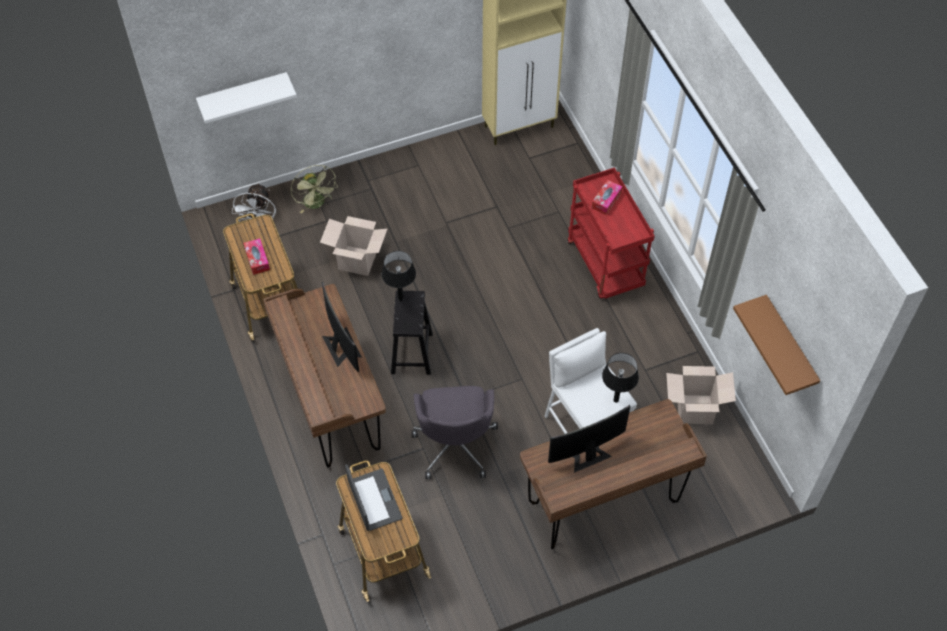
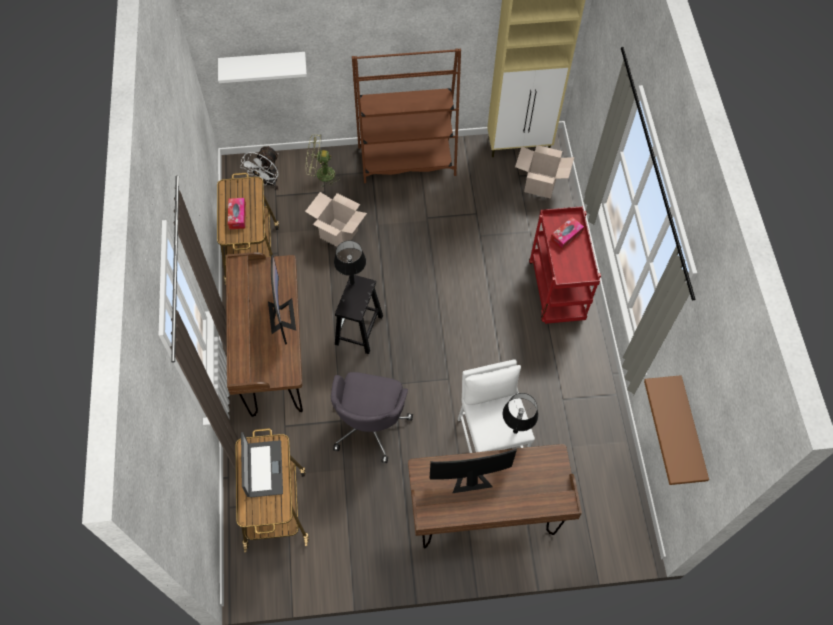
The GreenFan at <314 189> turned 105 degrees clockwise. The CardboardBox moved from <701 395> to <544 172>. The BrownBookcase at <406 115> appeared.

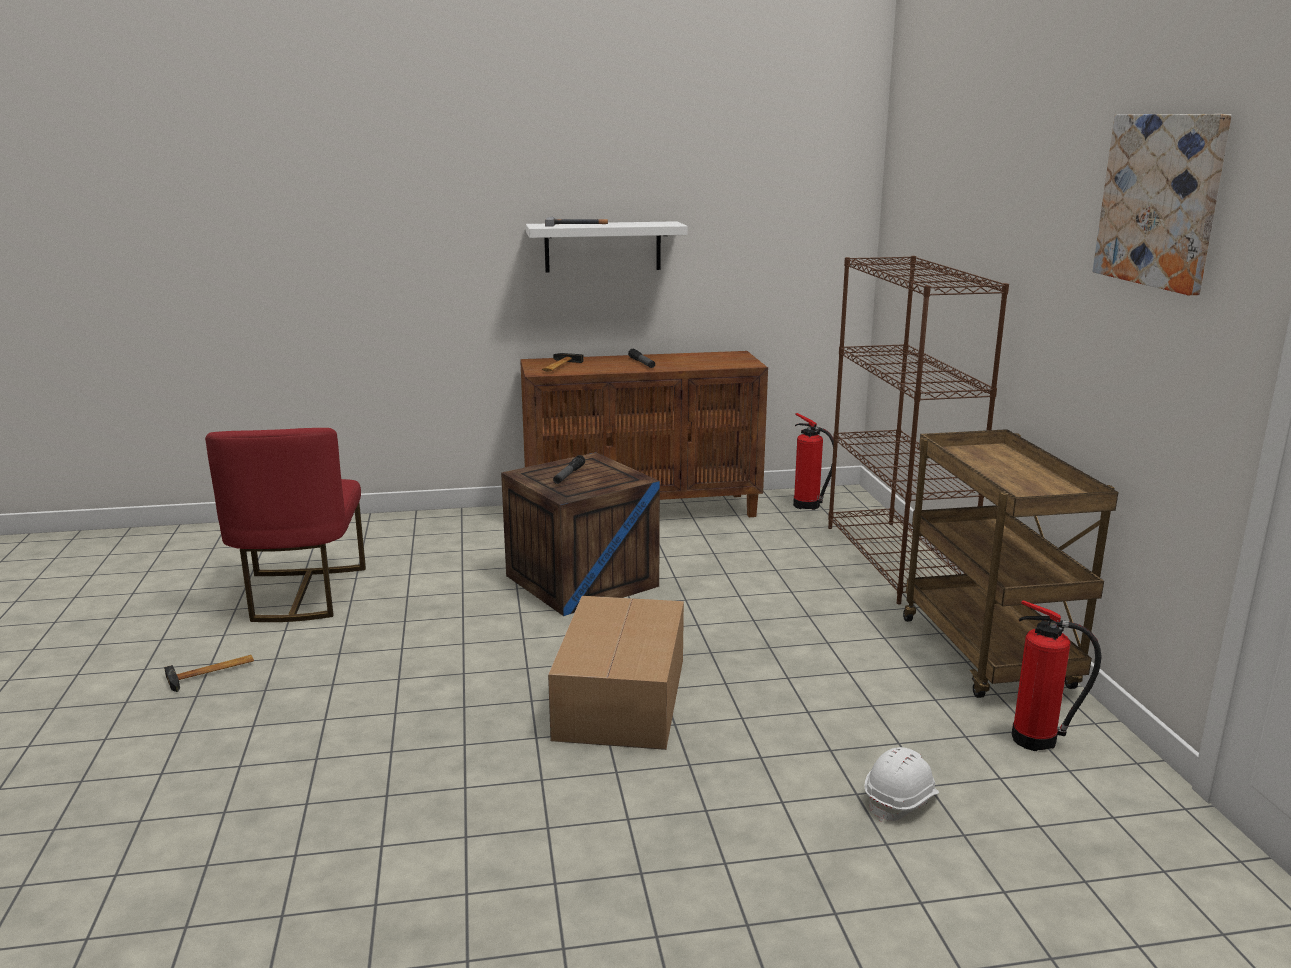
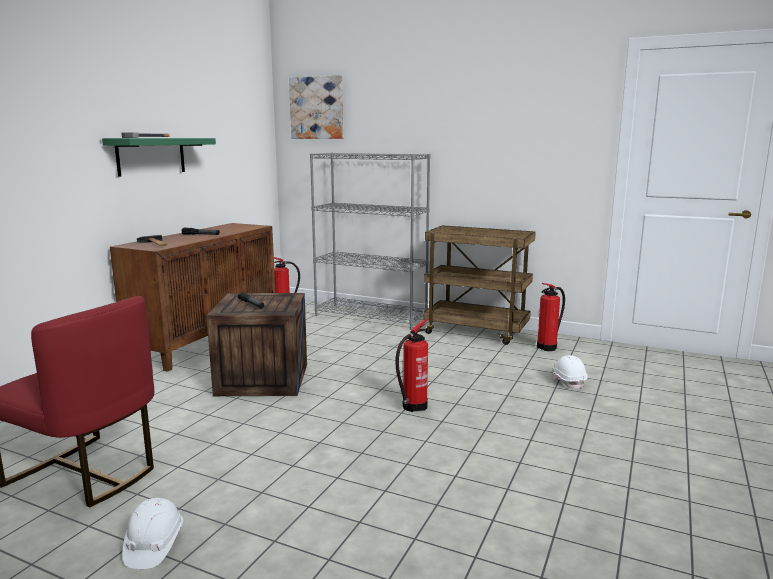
The Picture moved from <1162 204> to <316 107>. The WhiteShelf at <607 247> became the GreenShelf at <159 157>. The BrownBookcase at <918 430> became the GreyBookcase at <370 241>. The CardboardBox at <616 673> was replaced by the FireExtinguisher at <411 365>. The Hammer at <209 673> was replaced by the WhiteHardHat at <153 533>.

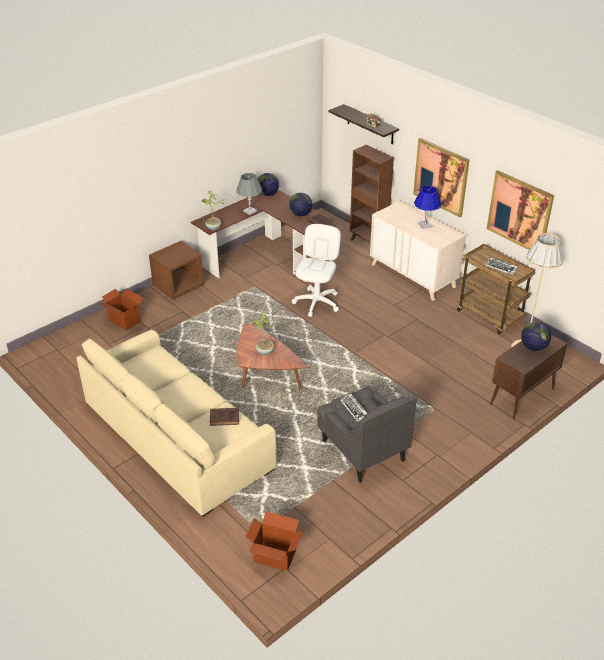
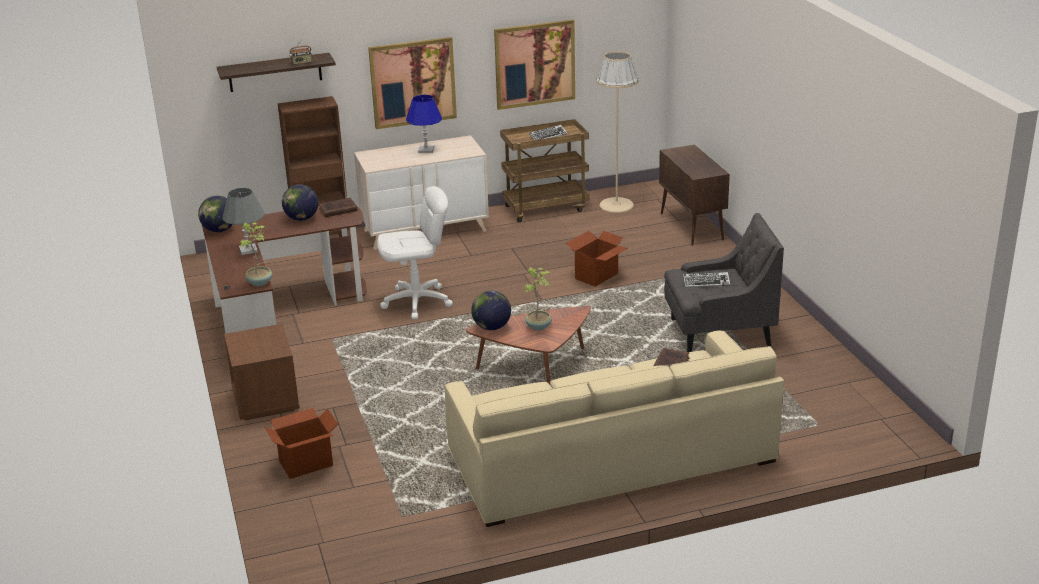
The WhiteOfficeChair at <316 270> turned 120 degrees clockwise. The Globe moved from <536 336> to <491 310>. The CardboardBox moved from <274 541> to <597 259>.

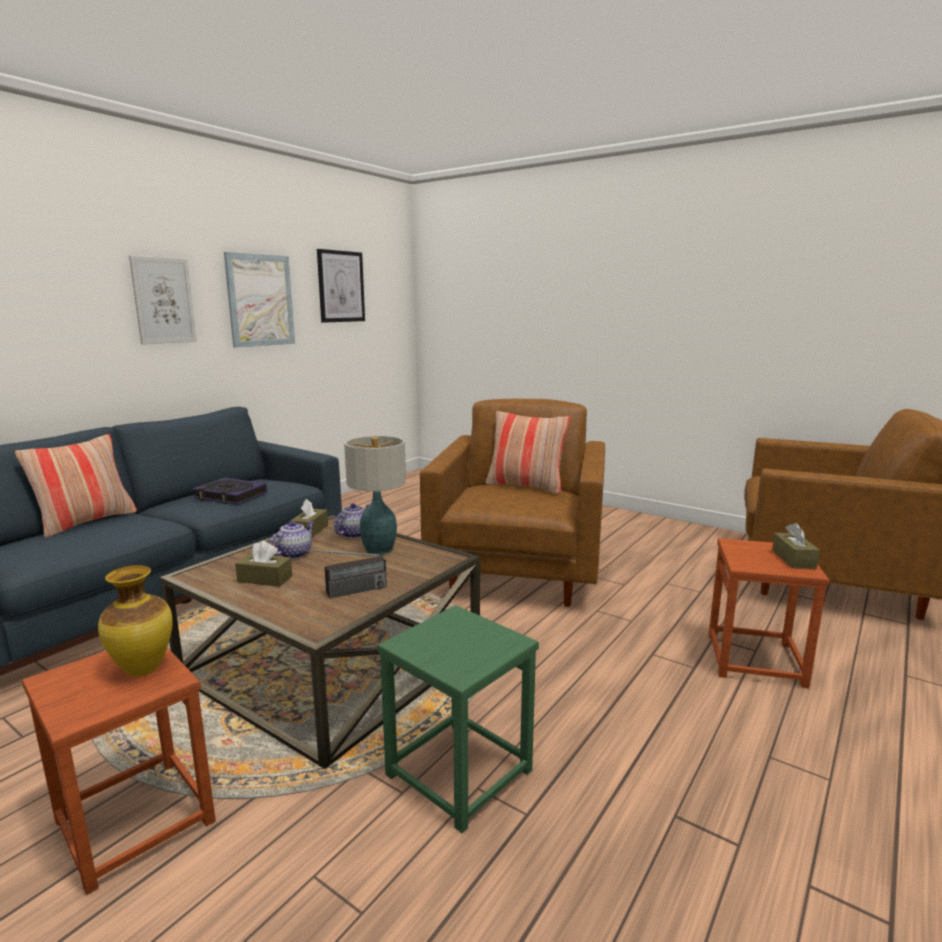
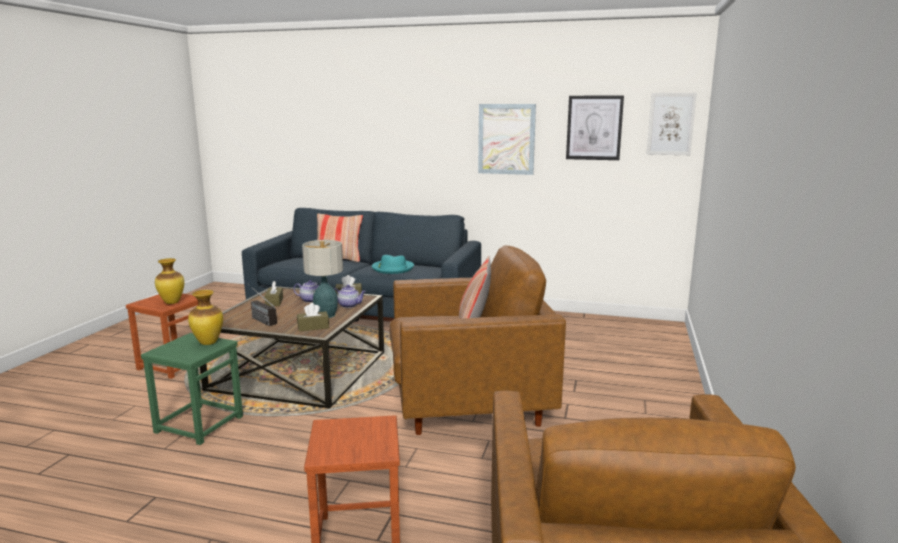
The Picture moved from <163 300> to <672 124>. The Book at <229 491> was replaced by the TurquoiseHat at <393 264>. The BrownTissueBox moved from <796 546> to <313 317>. The Vase at <205 317> appeared.

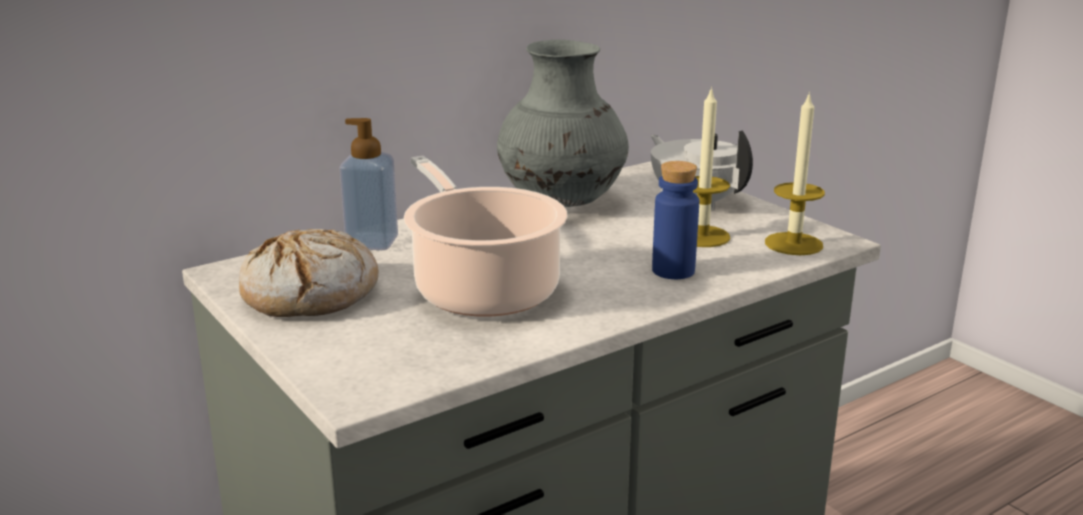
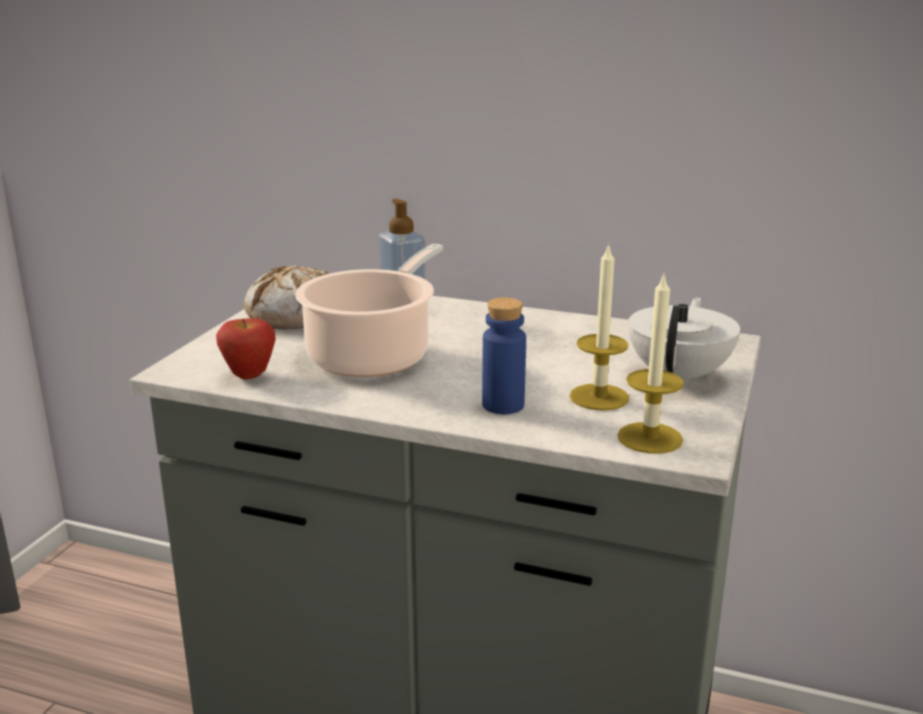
The GreyVase at <563 123> disappeared. The Apple at <246 348> appeared.

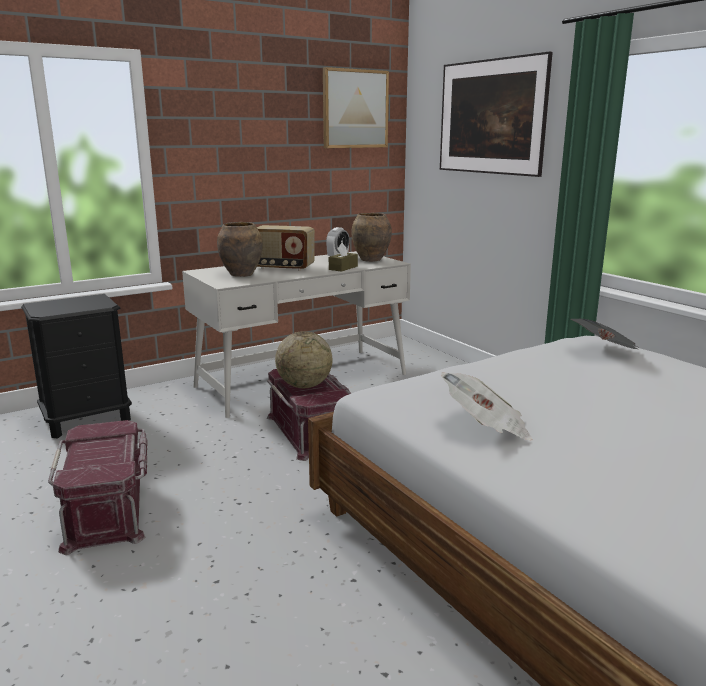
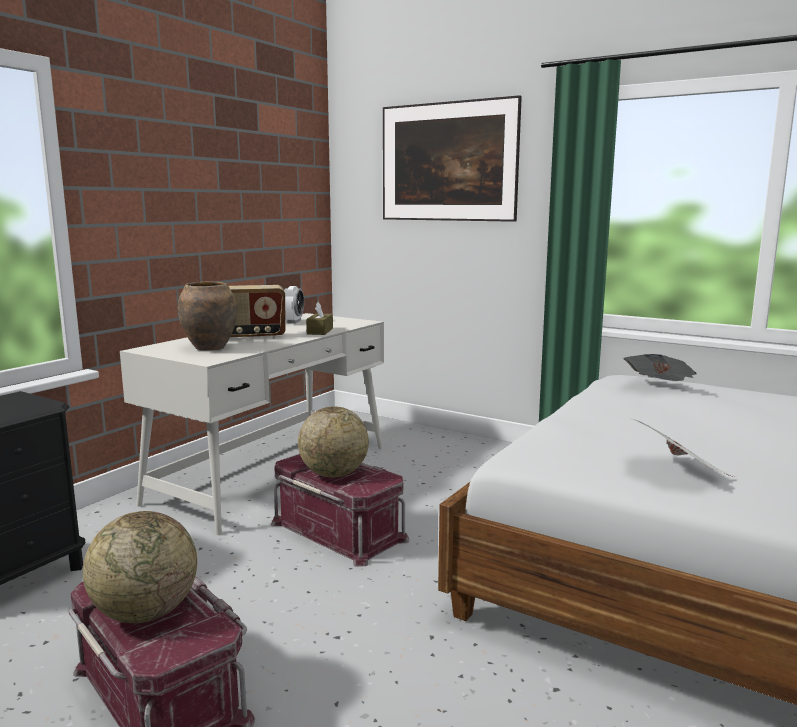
The Picture at <356 107> disappeared. The BrownVase at <371 237> disappeared. The Globe at <140 567> appeared.

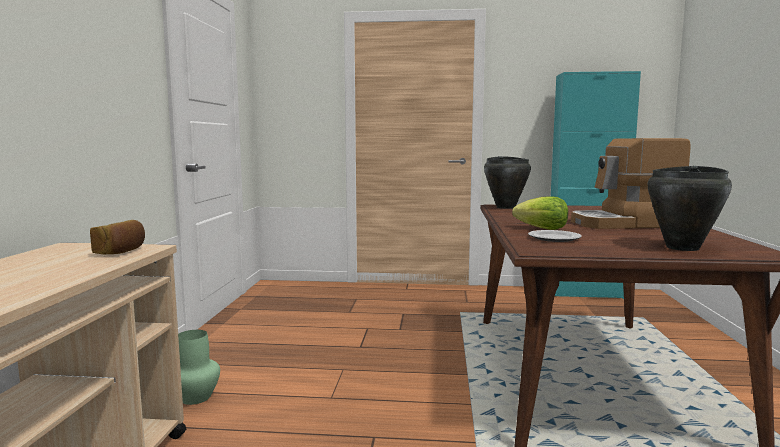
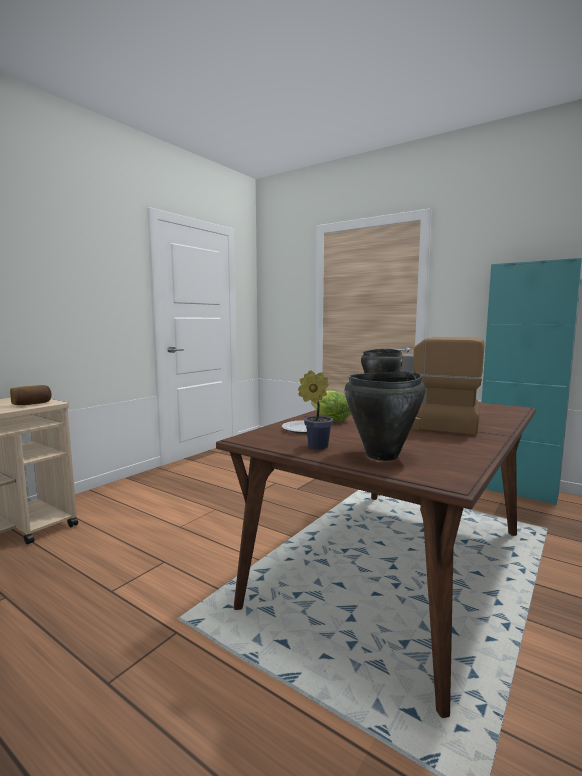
The GreenVase at <199 367> disappeared. The PottedPlant at <315 410> appeared.

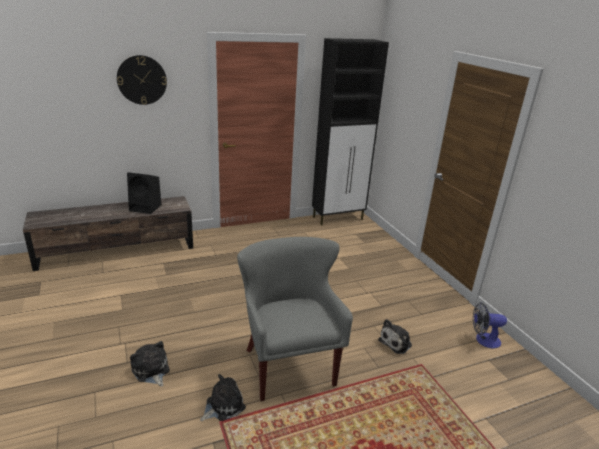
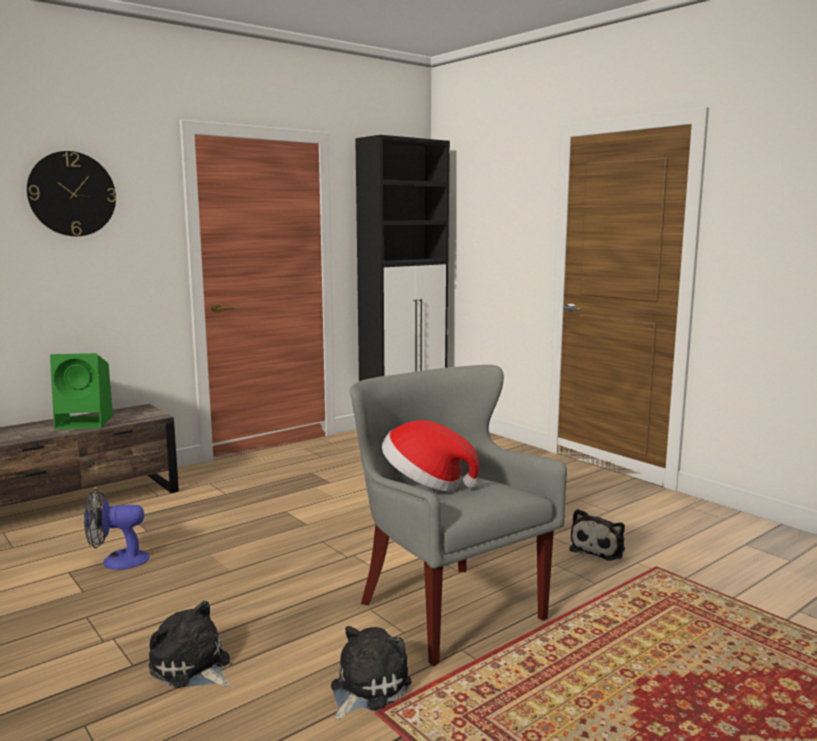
The BlackSpeaker at <144 193> became the GreenSpeaker at <81 391>. The Fan moved from <490 325> to <116 529>. The Hat at <430 455> appeared.

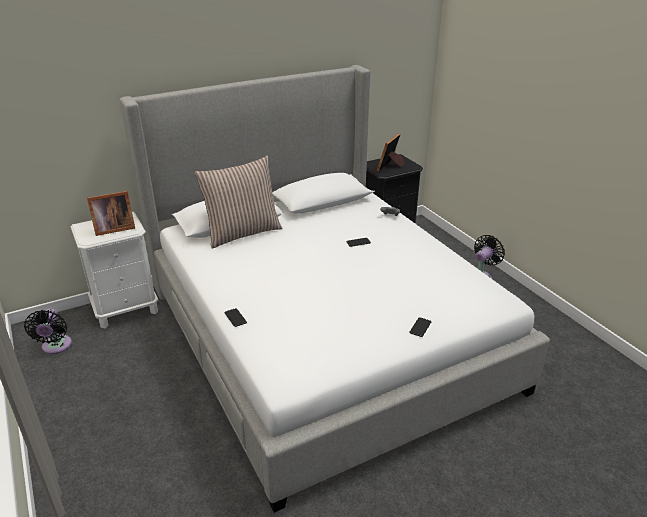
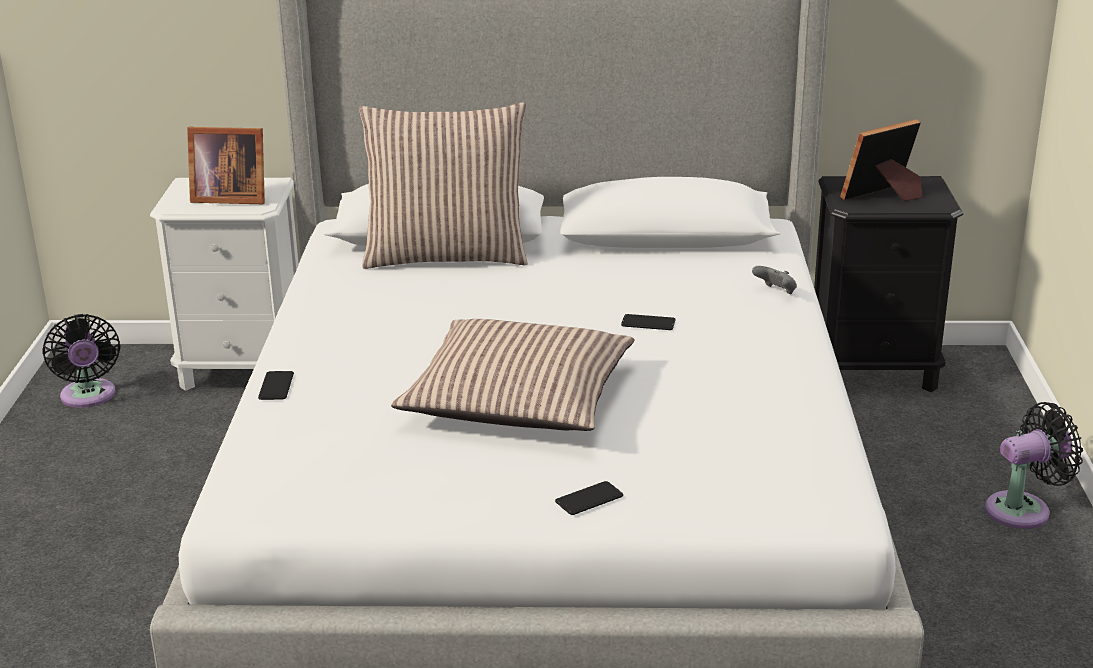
The BlackFan at <48 331> turned 45 degrees counterclockwise. The Pillow at <513 375> appeared.

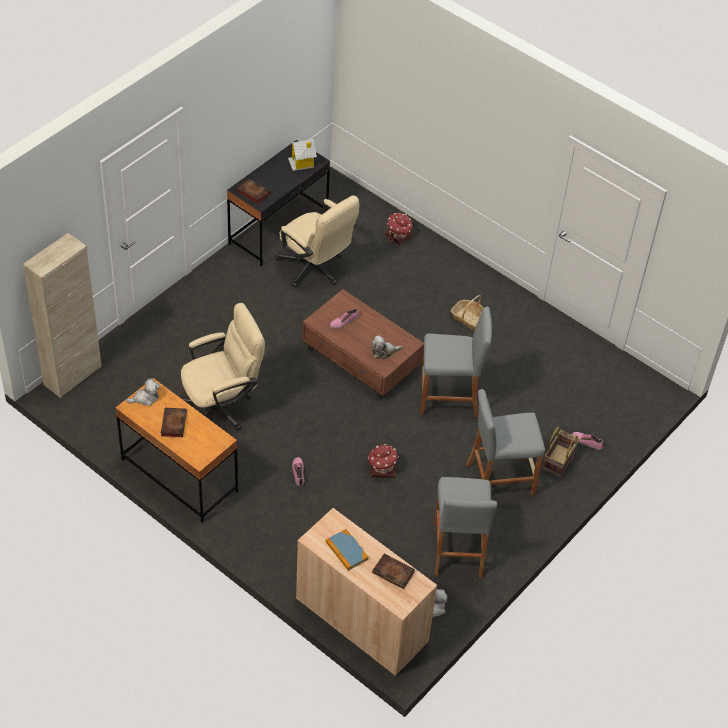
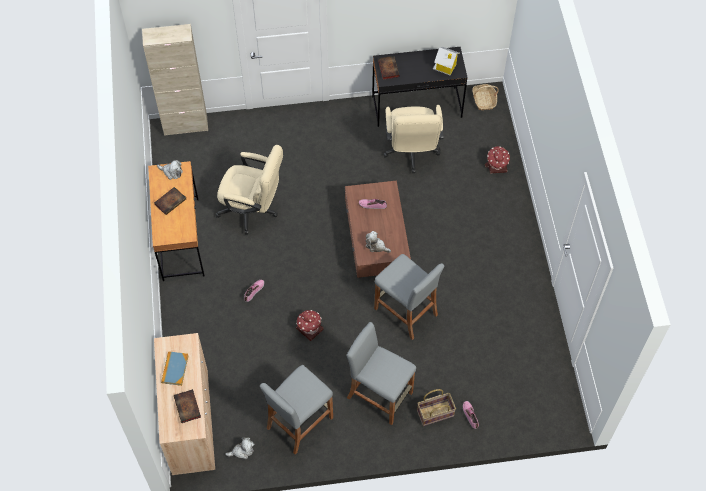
The Basket moved from <467 312> to <485 97>.

